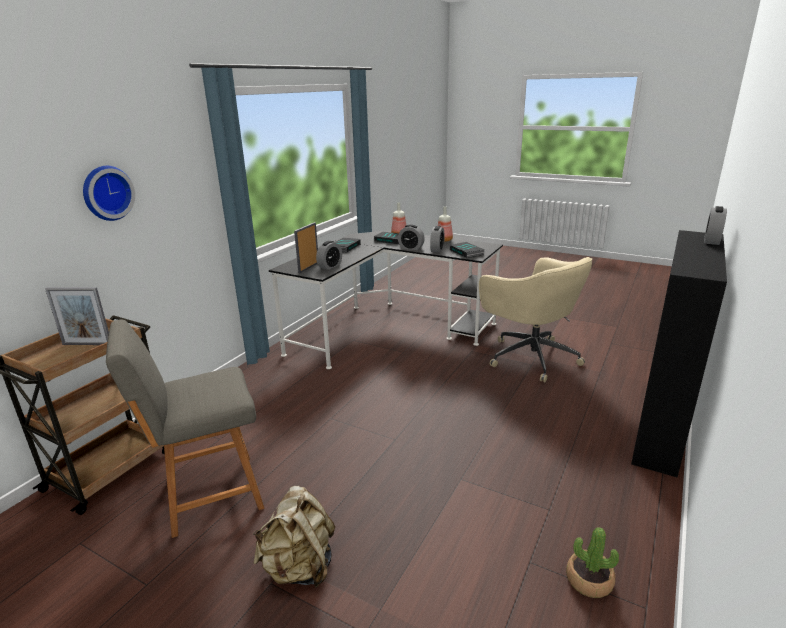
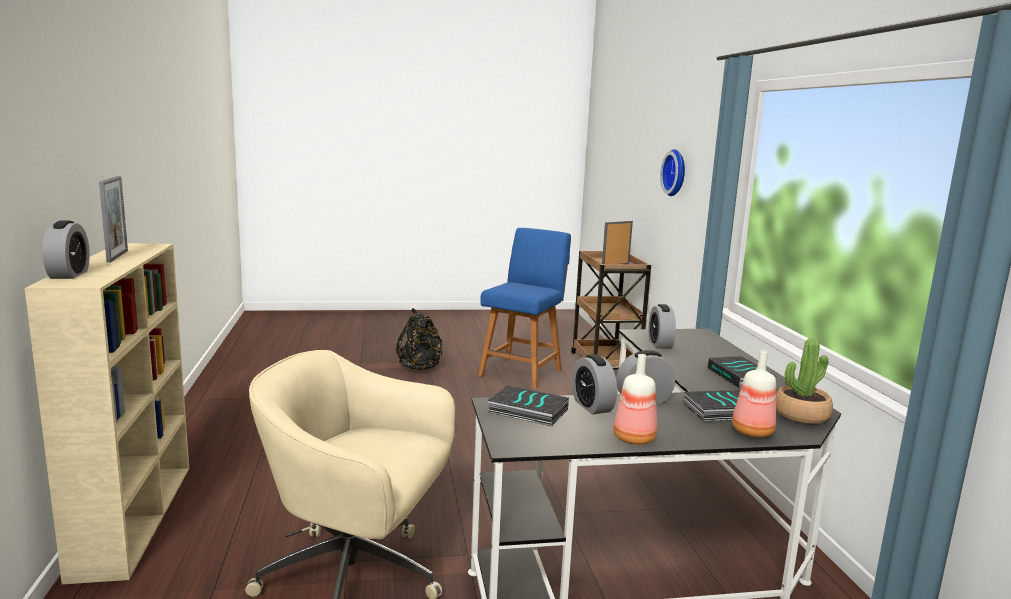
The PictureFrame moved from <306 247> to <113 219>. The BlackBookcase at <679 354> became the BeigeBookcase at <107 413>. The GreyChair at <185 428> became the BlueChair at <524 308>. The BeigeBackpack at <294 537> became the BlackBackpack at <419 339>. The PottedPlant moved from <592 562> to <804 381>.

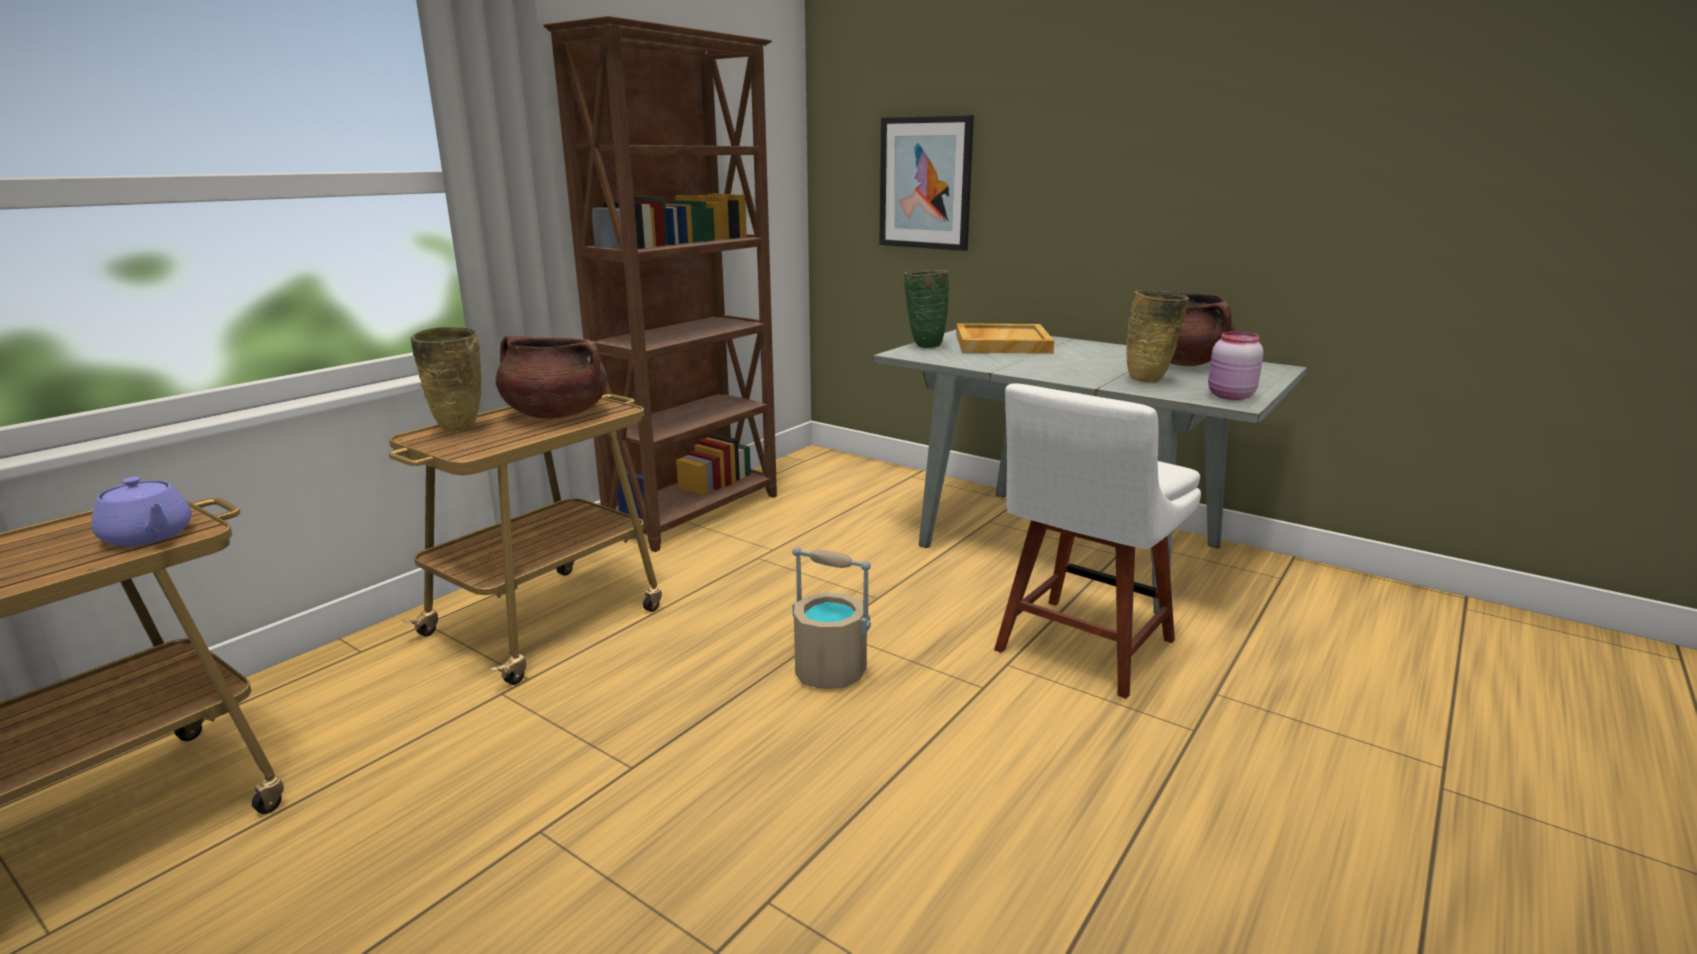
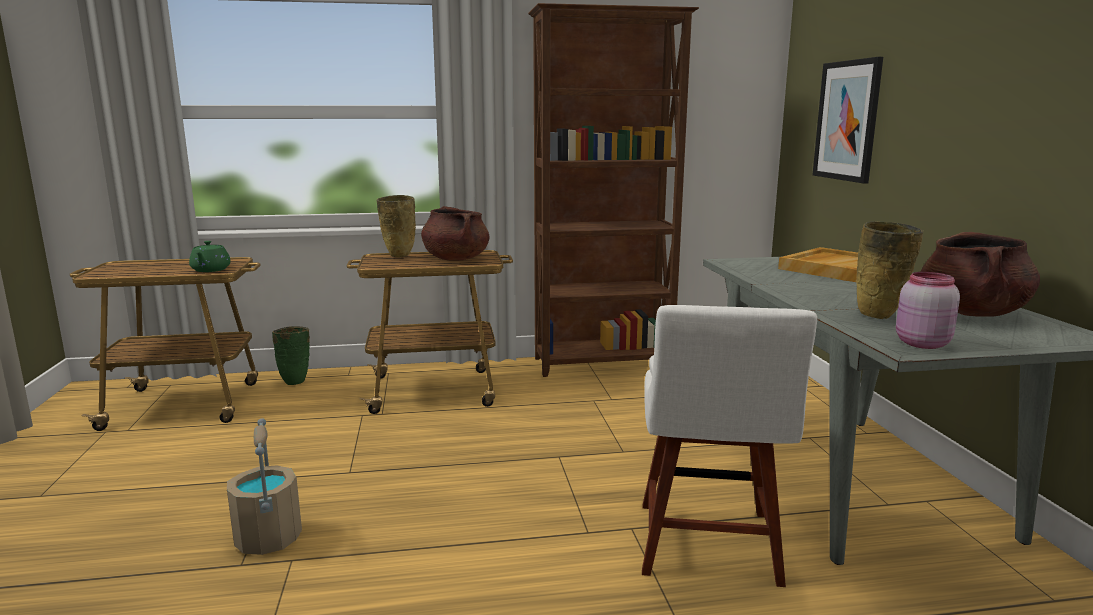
The GreenVase moved from <926 309> to <291 355>. The WhiteChair at <1097 541> turned 75 degrees counterclockwise. The PurpleTeapot at <142 512> became the GreenTeapot at <210 256>. The BeigeBucket moved from <831 618> to <264 486>.

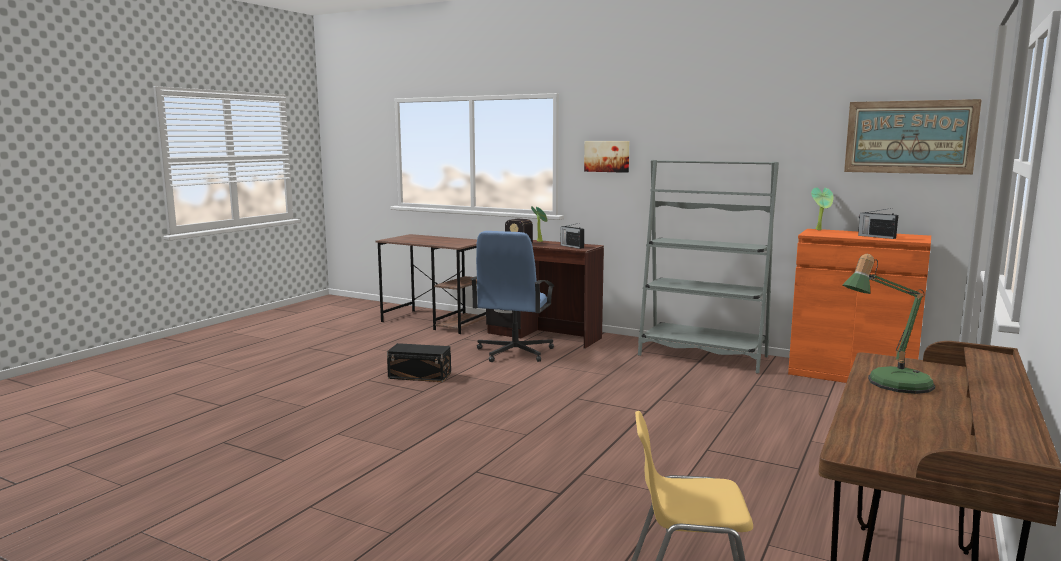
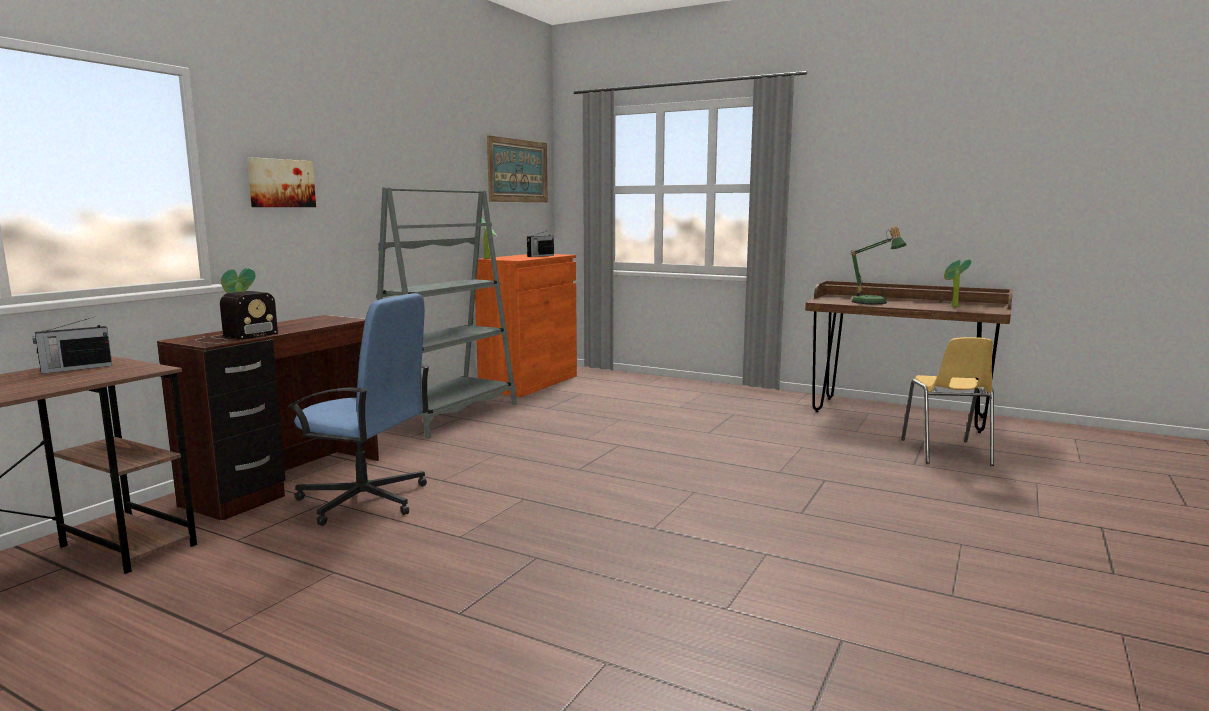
The Radio moved from <572 236> to <72 345>. The BlackStorageBox at <419 362> disappeared. The PottedPlant at <957 283> appeared.

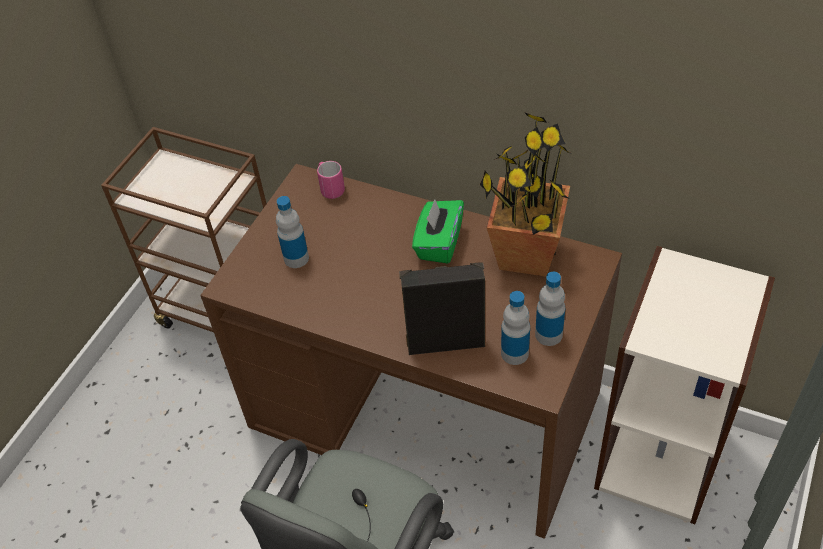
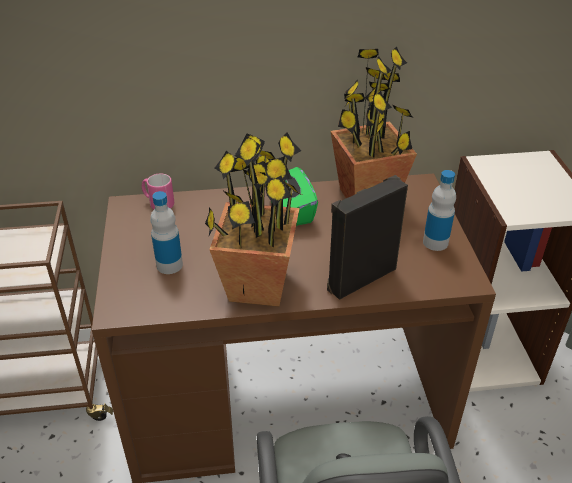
The Bottle at <515 328> disappeared. The PottedPlant at <254 220> appeared.

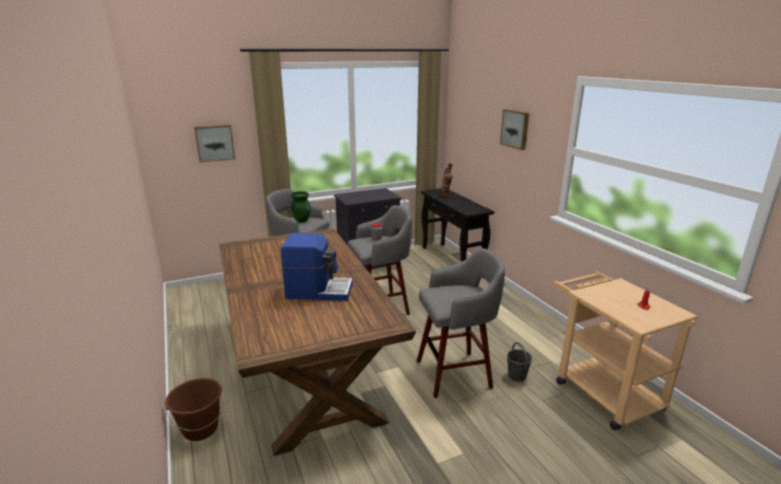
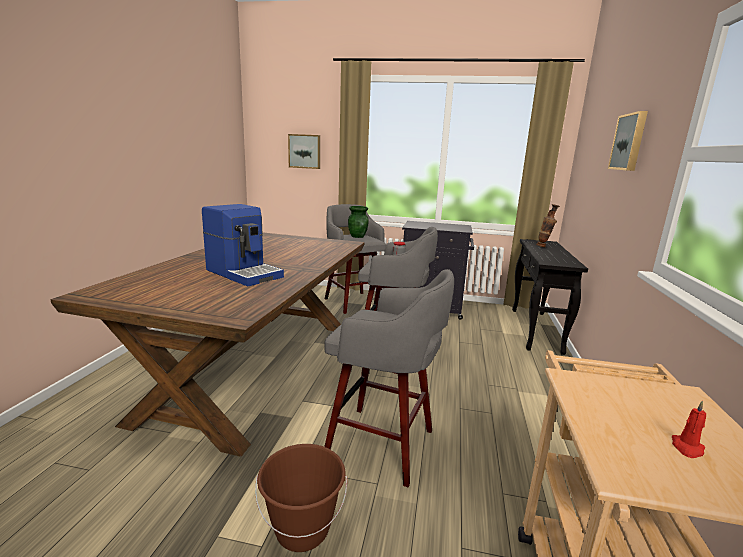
The GreyBucket at <519 362> disappeared. The BrownBucket moved from <195 409> to <301 498>.

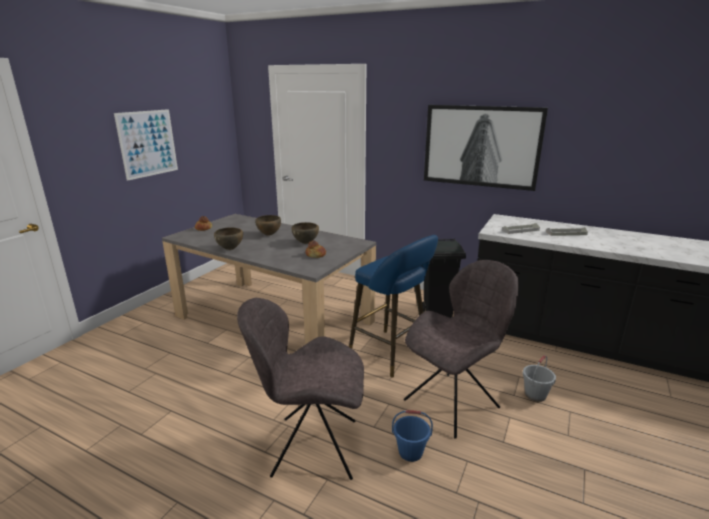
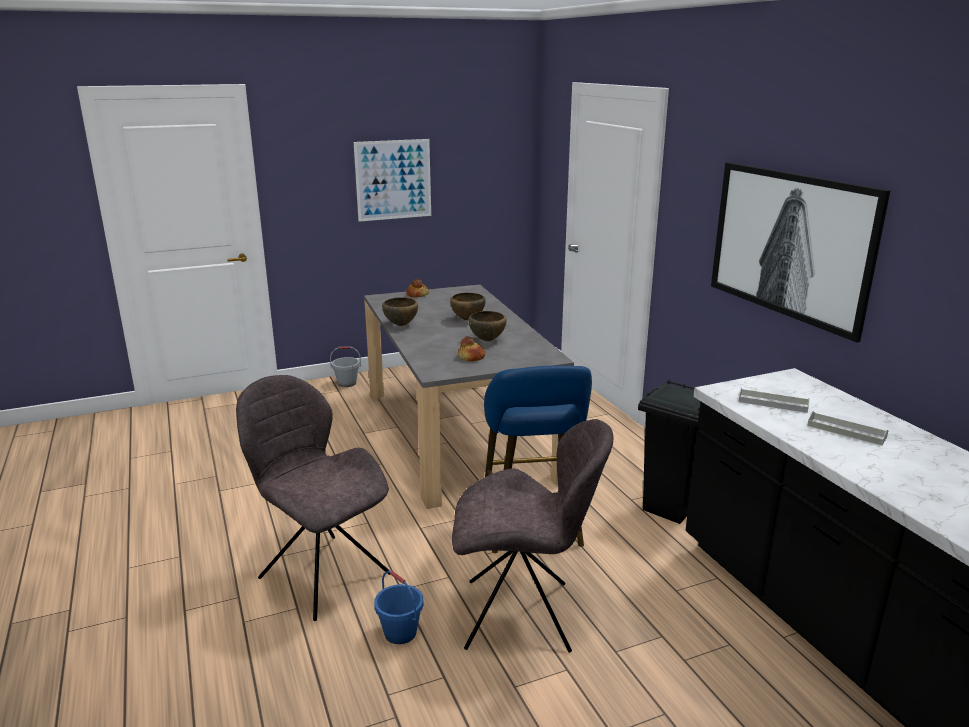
The GreyBucket moved from <539 378> to <345 366>.

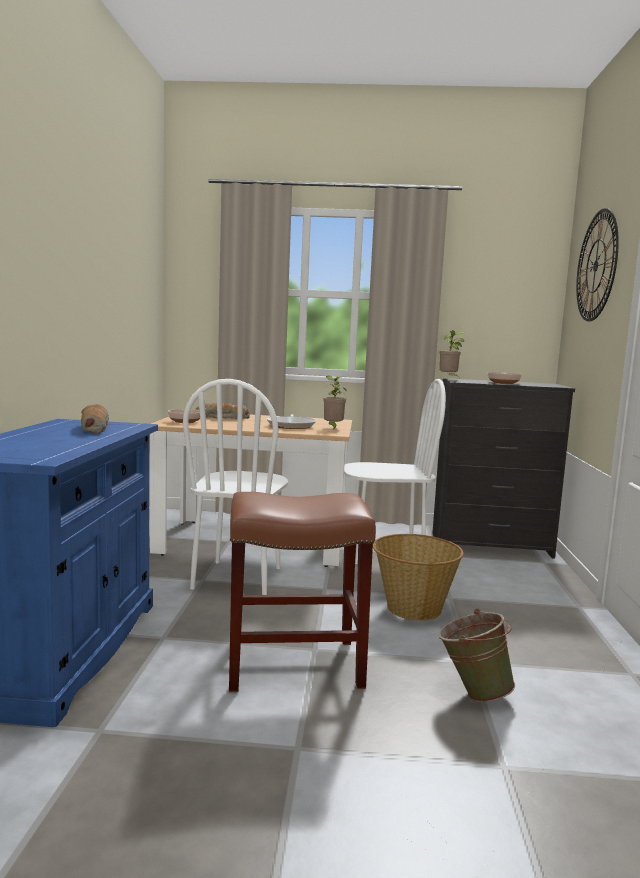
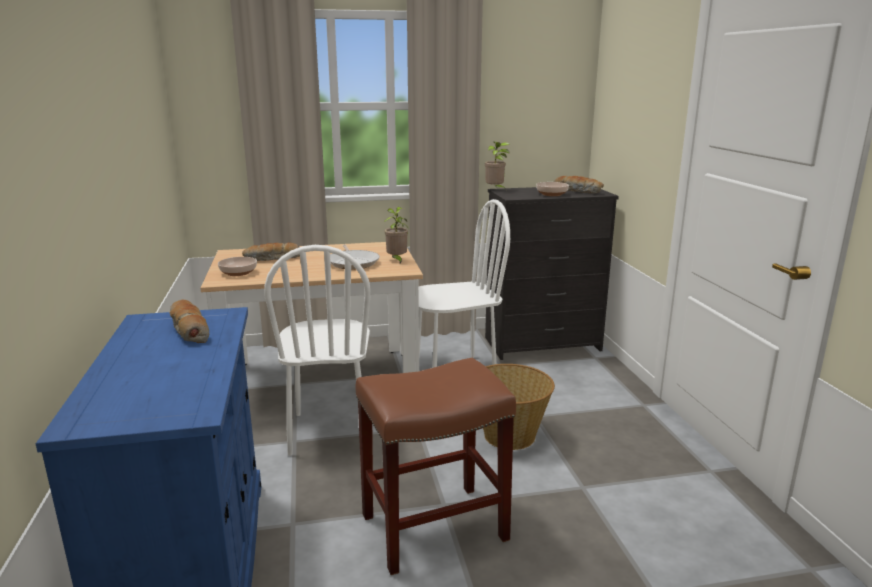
The WallClock at <597 265> disappeared. The GreenBucket at <476 655> disappeared. The Bread at <579 184> appeared.

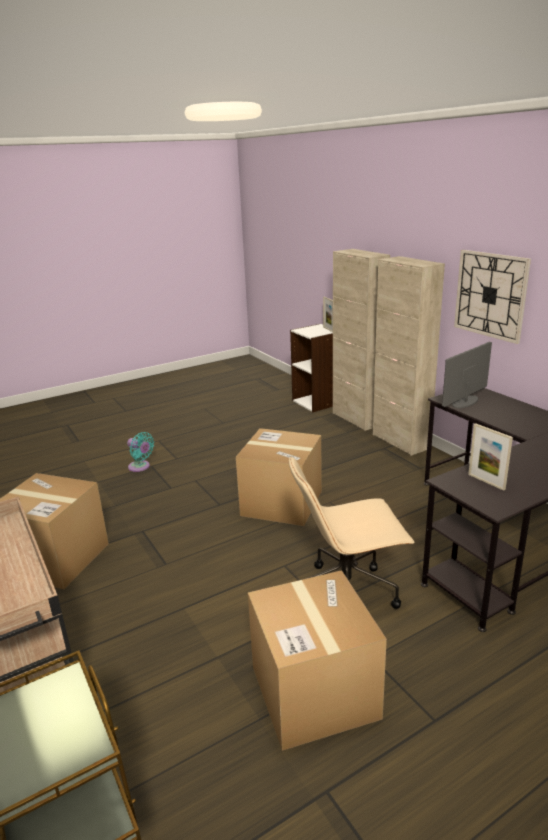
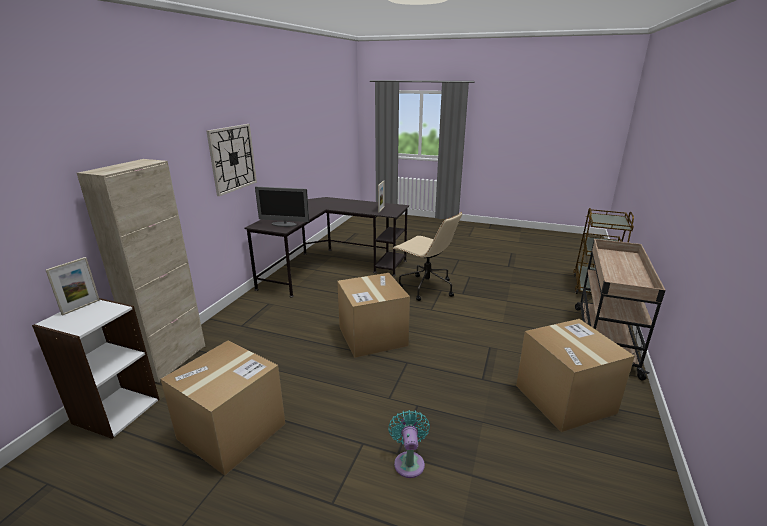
The BeigeCabinet at <409 356> disappeared. The CardboardBox moved from <317 660> to <222 408>.

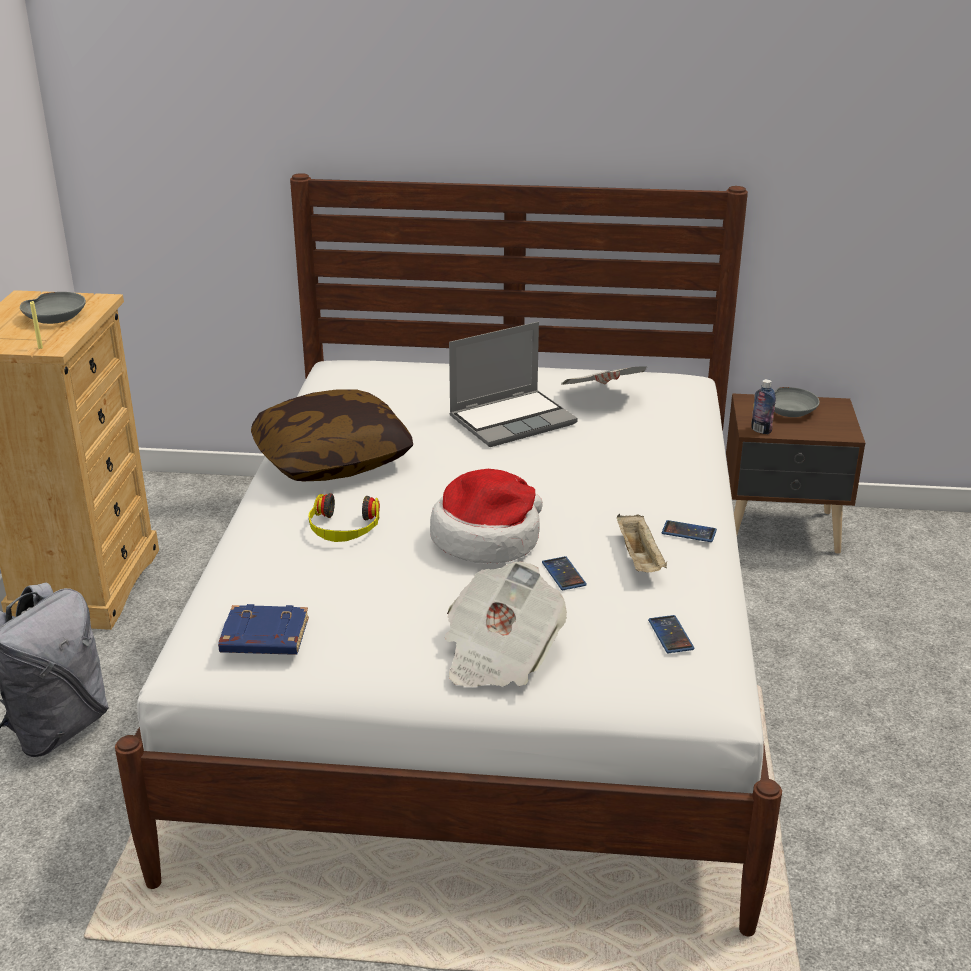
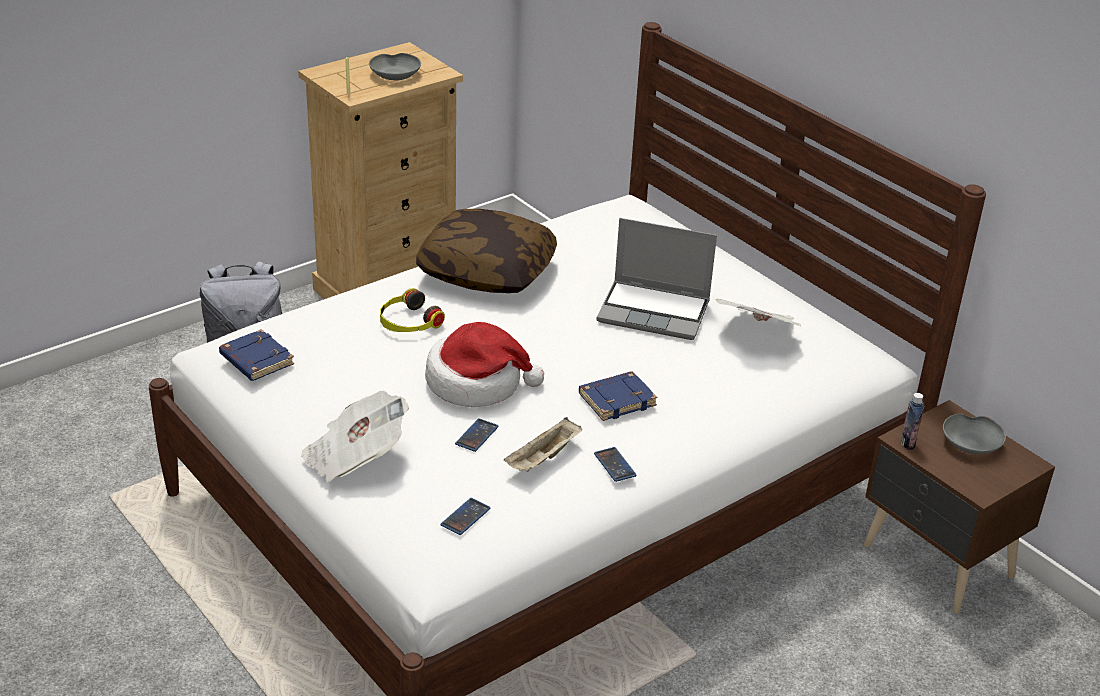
The BlueBook at <618 396> appeared.

